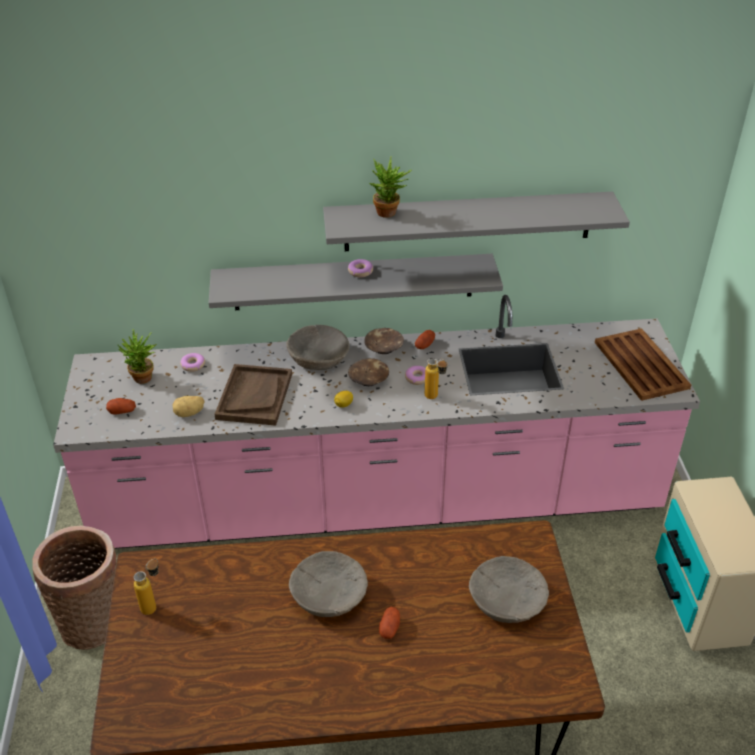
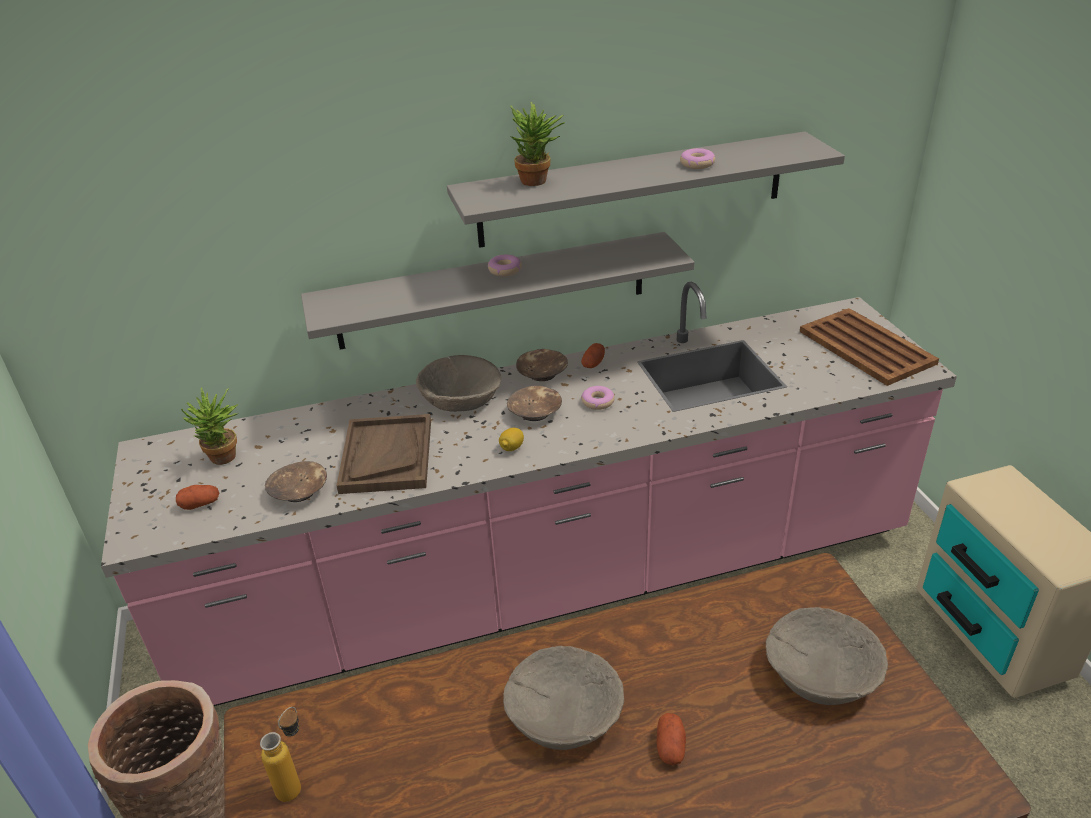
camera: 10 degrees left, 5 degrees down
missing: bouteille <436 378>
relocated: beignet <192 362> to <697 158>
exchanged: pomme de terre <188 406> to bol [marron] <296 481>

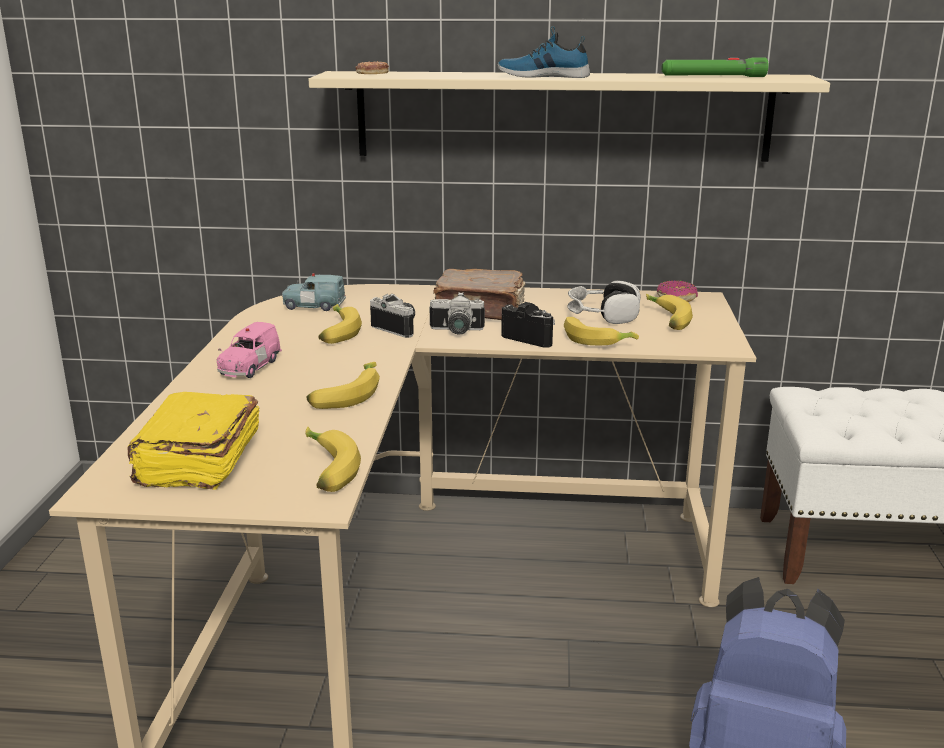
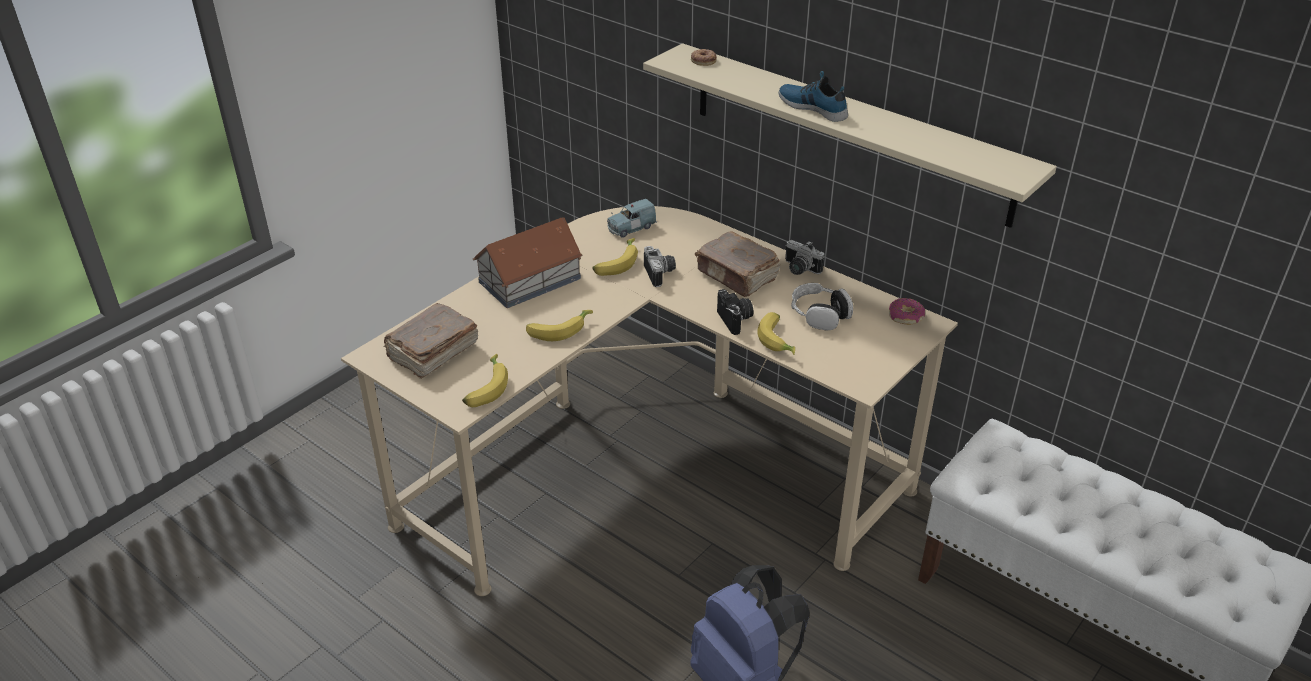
camera: 35 degrees right, 15 degrees up
missing: banane <669 311>; lampe de poche [vert] <715 67>
relocated: appareil photo <457 313> to <805 257>
exchanged: petite voiture [rose] <249 350> to maison miniature <528 262>
colour: livre [jaune] <193 441> to livre [marron] <431 341>
spun: petite voiture [bleu] <314 292> = <632 218> 75 degrees counterclockwise

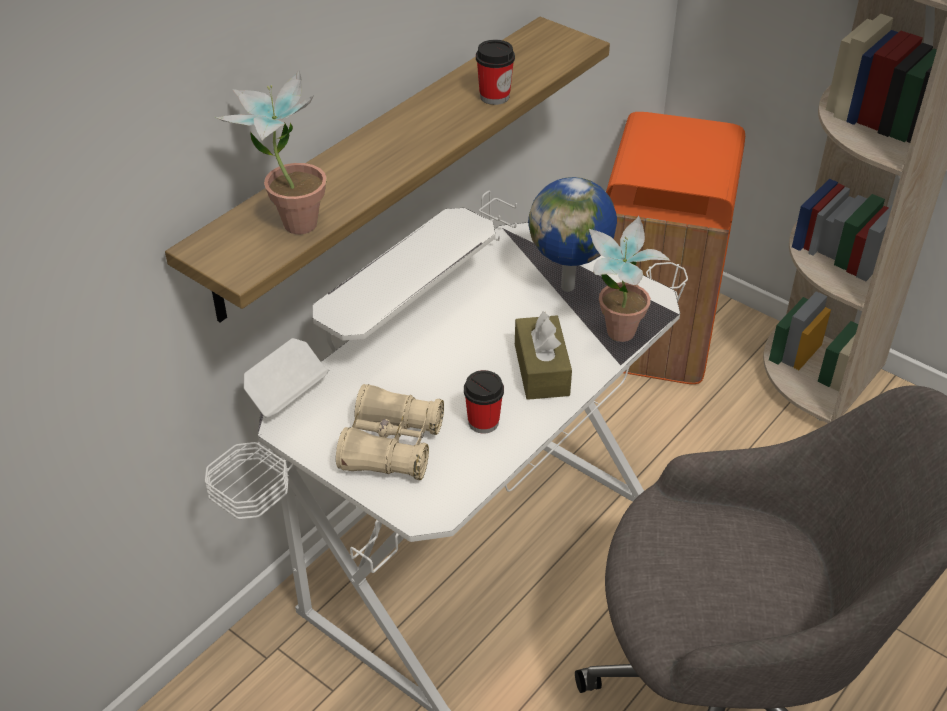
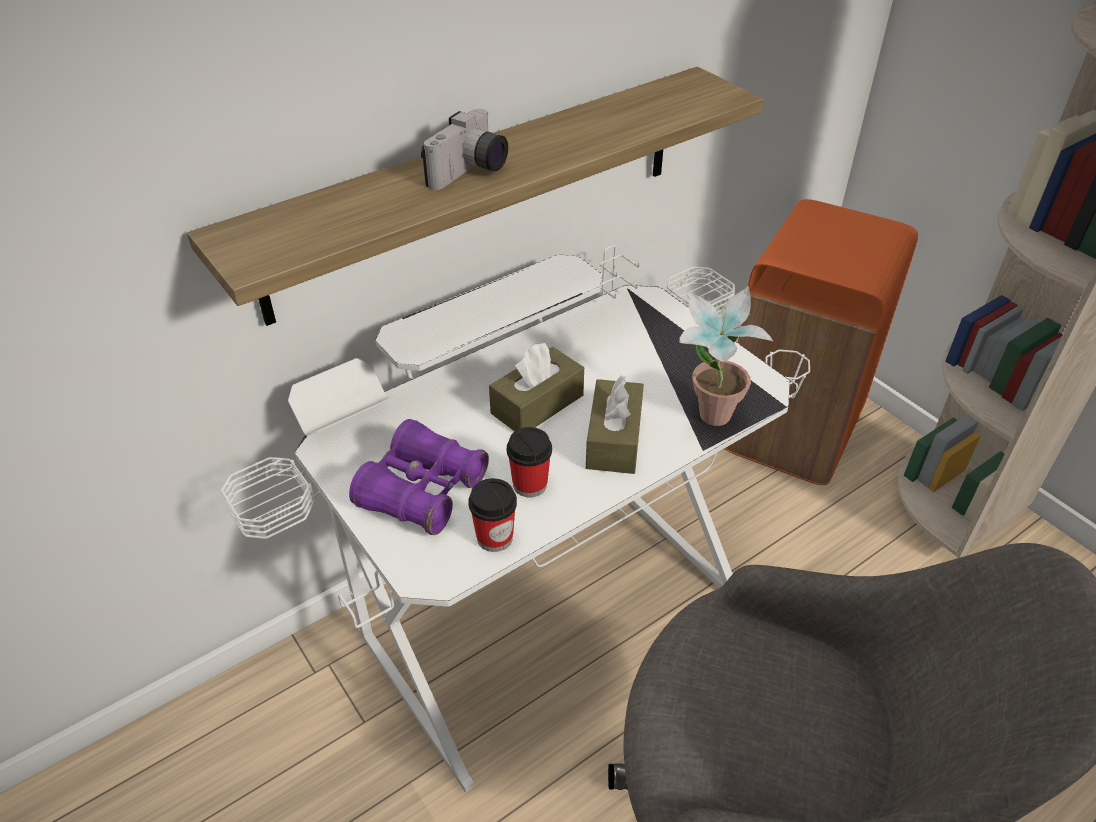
camera: 15 degrees right, 0 degrees up
missing: plante en pot <271 152>; globe <572 234>
appeared: appareil photo <464 149>; boîte à mouchoirs [marron] <536 387>
relocated: tasse <495 72> to <492 515>
colour: jumelles [beige] <390 432> to jumelles [violet] <419 477>

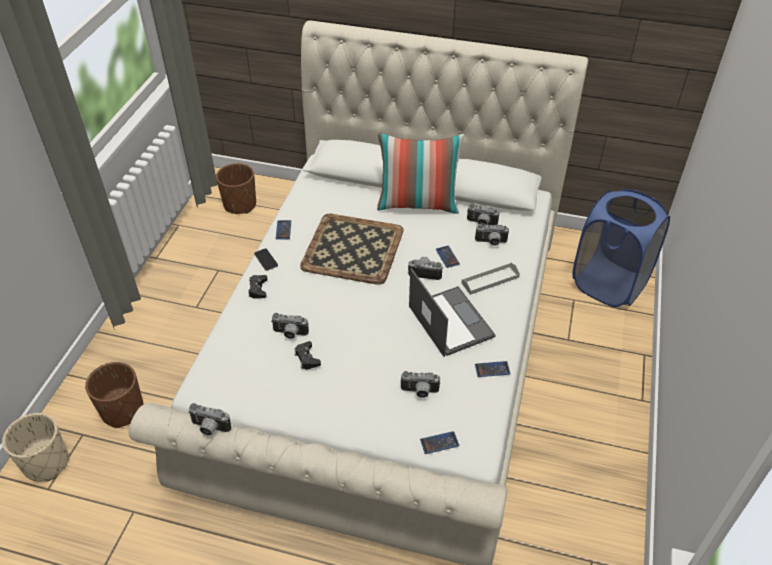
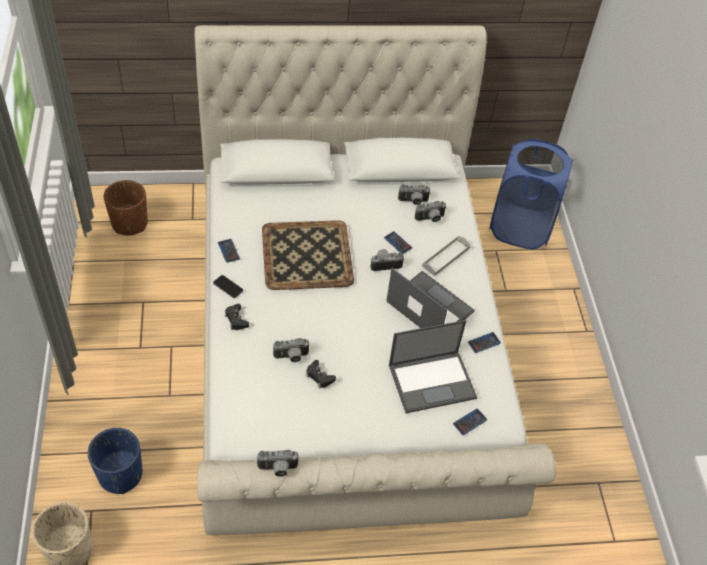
camera: 25 degrees left, 5 degrees up
missing: coussin <420 173>
exchanged: appareil photo <420 384> to ordinateur portable <433 366>
colour: cache-pot [marron] <114 395> to cache-pot [bleu] <115 461>

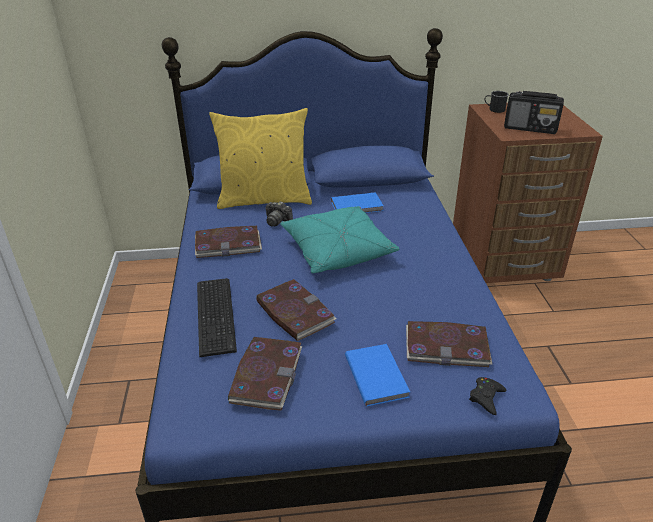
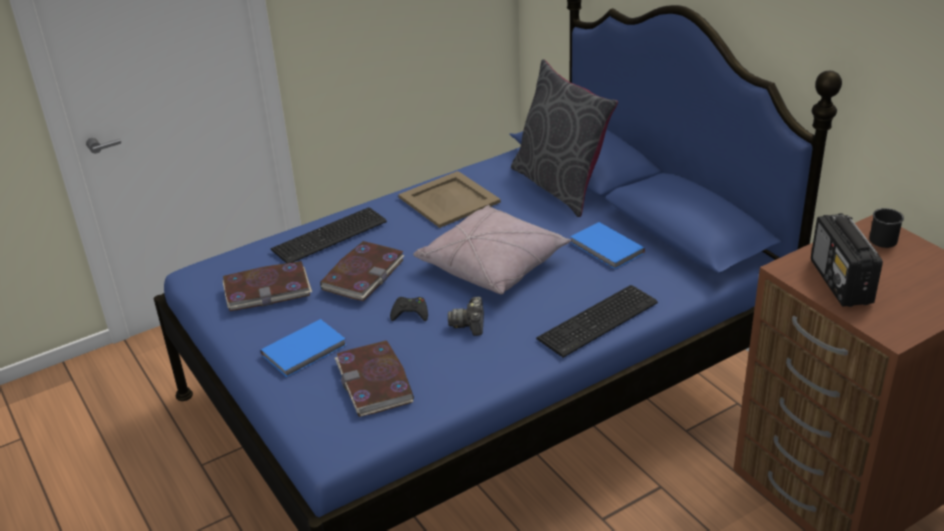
camera: 65 degrees right, 0 degrees up
appeared: clavier <597 321>
relocated: manette [noir] <487 396> to <409 309>; appareil photo <279 214> to <466 316>
exchanged: livre <228 242> to plateau [beige] <449 199>
colour: coussin [turquoise] <339 239> to coussin [violet] <492 249>; coussin [jaune] <260 158> to coussin [gris] <564 138>

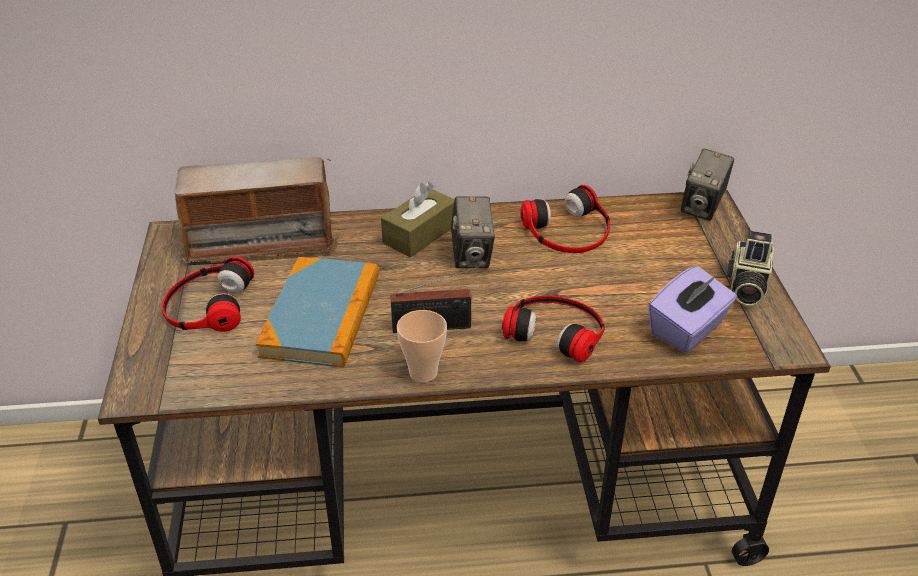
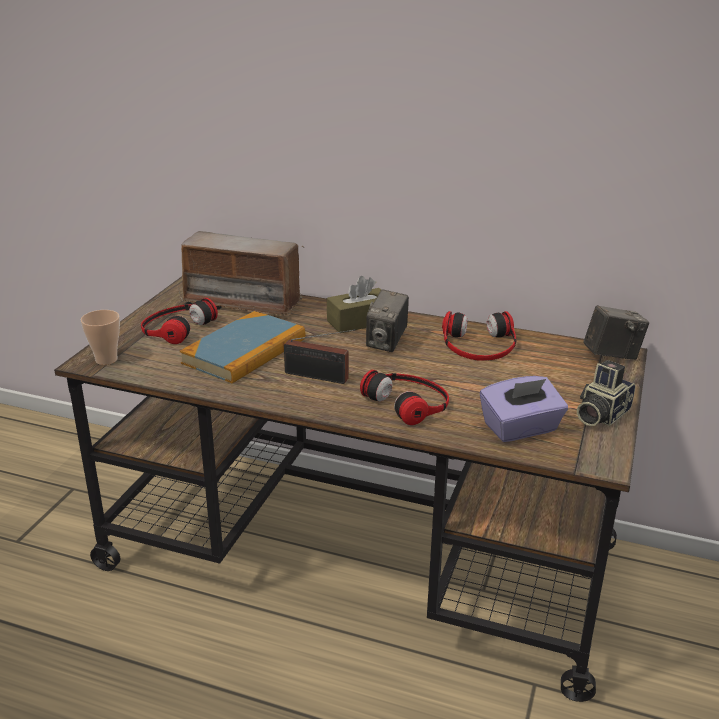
camera: 25 degrees right, 10 degrees down
relocated: tasse <422 346> to <100 337>
spun: appareil photo <707 184> = <616 332> 150 degrees counterclockwise

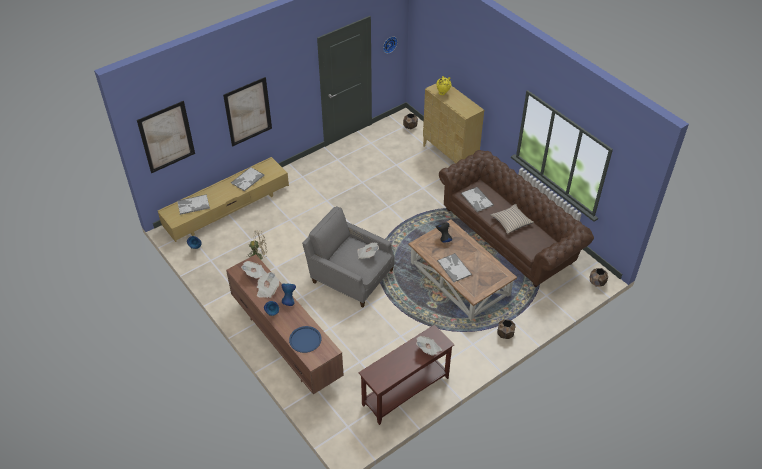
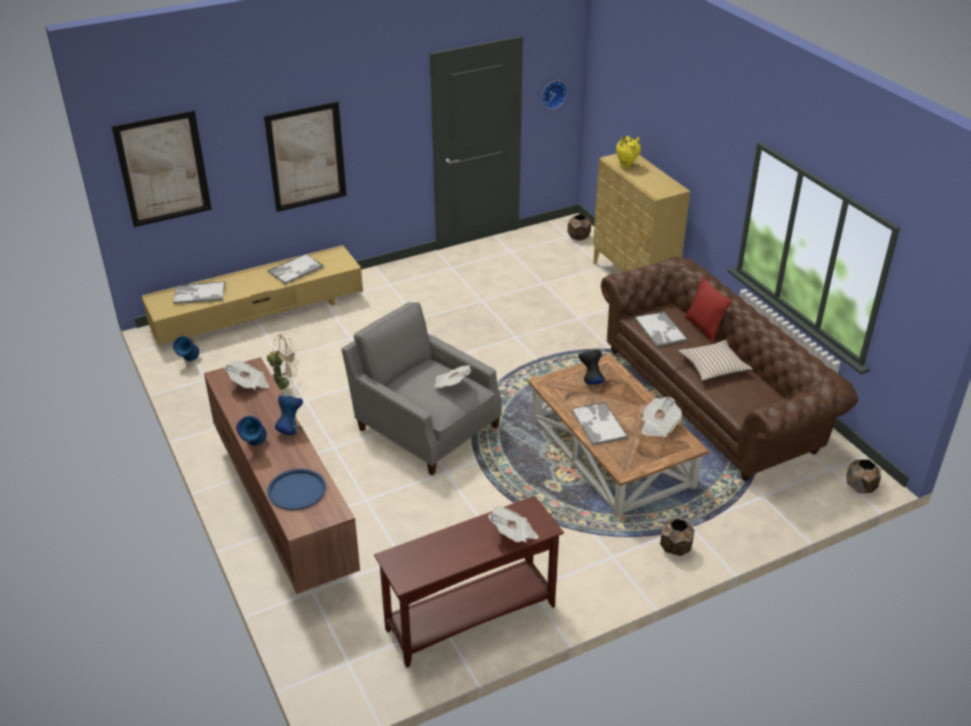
camera: 10 degrees right, 10 degrees down
appeared: coussin [rouge] <708 310>
relocated: journal <268 285> to <662 417>

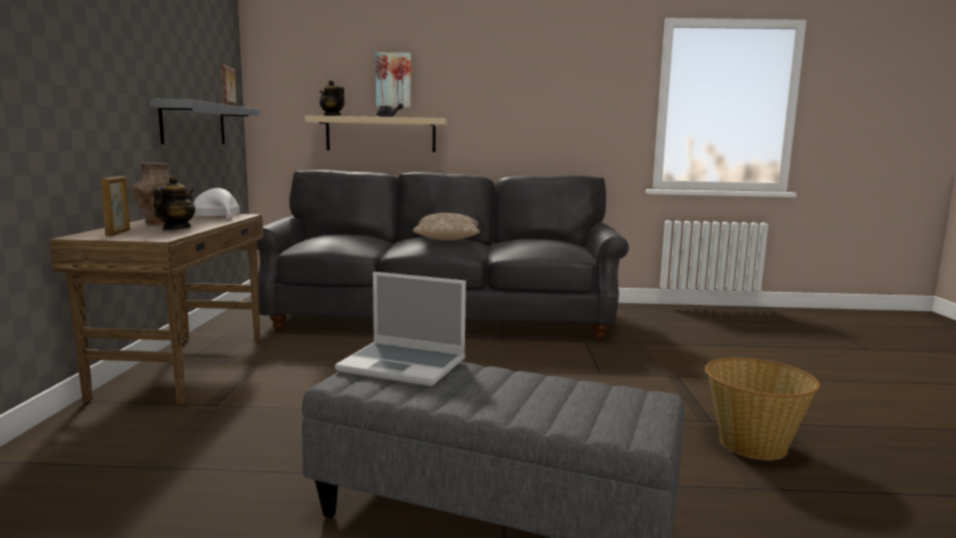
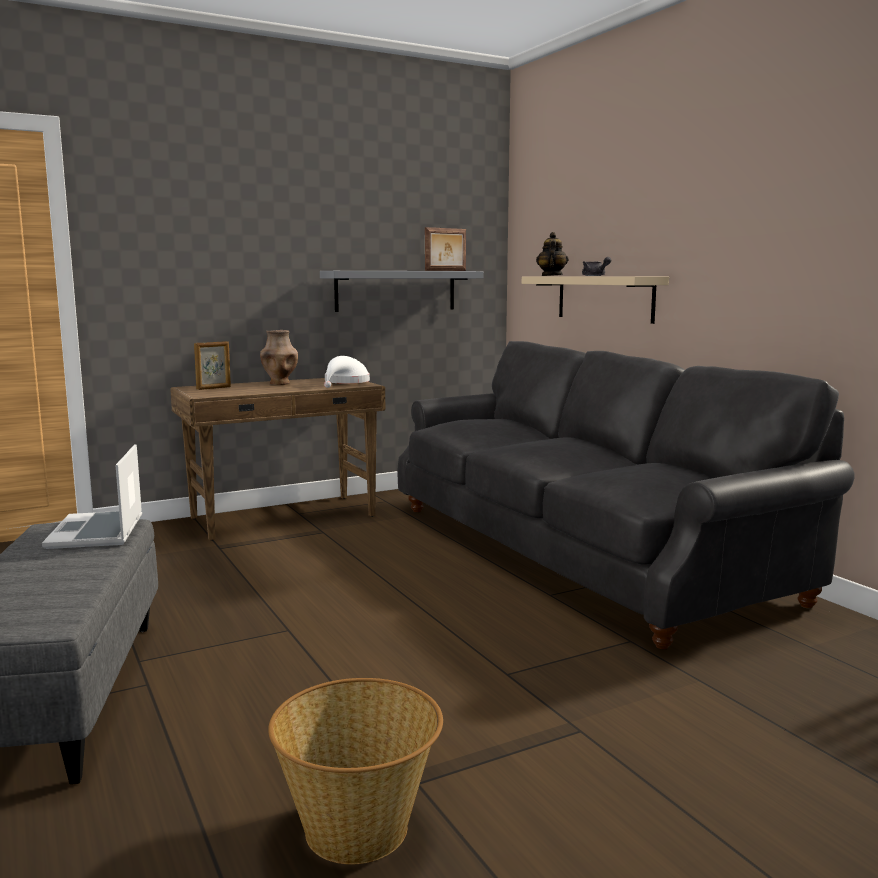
camera: 60 degrees right, 0 degrees up
missing: théière <174 203>; tableau <393 80>; coussin <446 226>

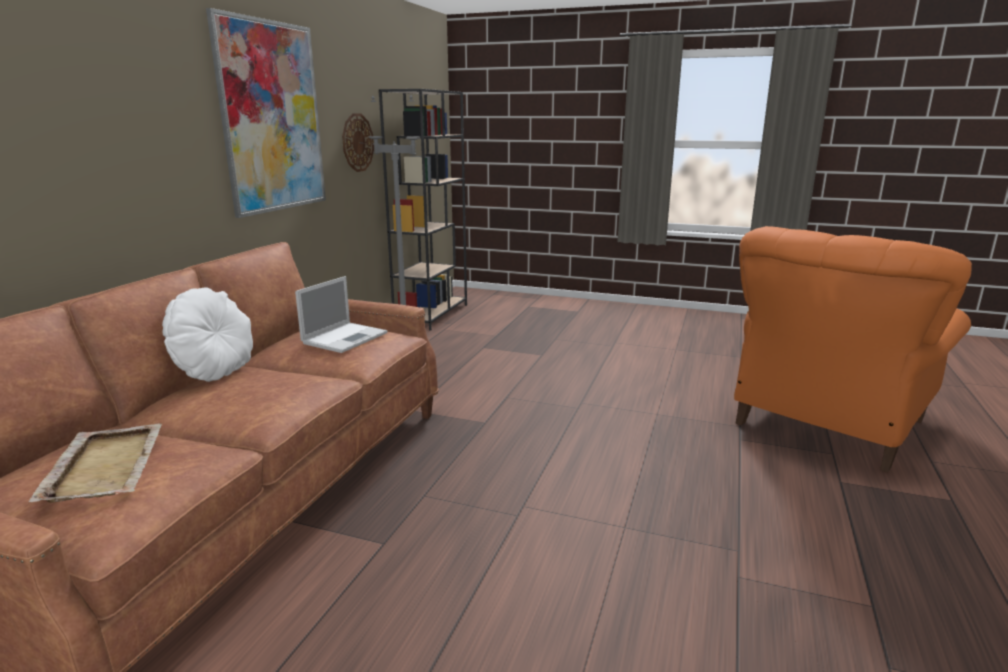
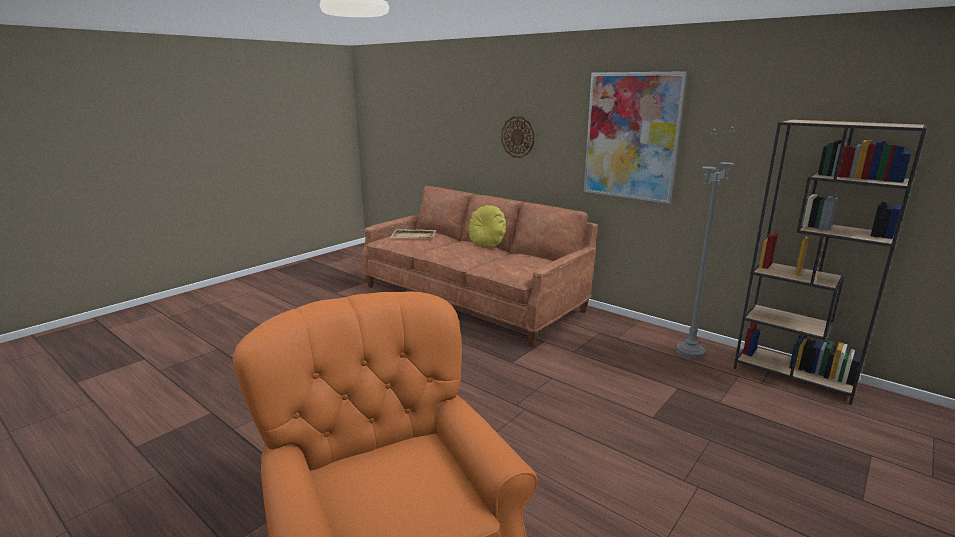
camera: 110 degrees right, 0 degrees up
missing: ordinateur portable <341 314>
relocated: horloge murale <358 142> to <518 137>
colour: coussin [blanc] <207 334> to coussin [jaune] <487 226>

